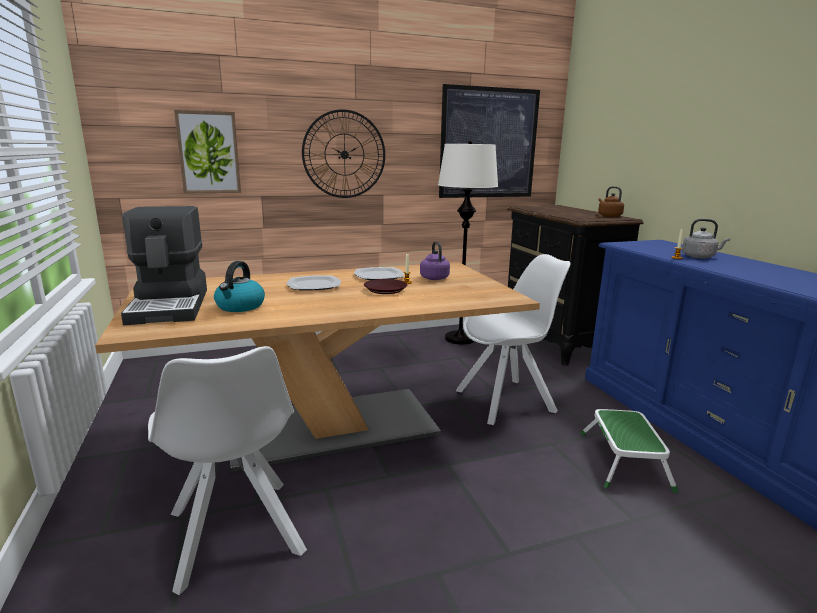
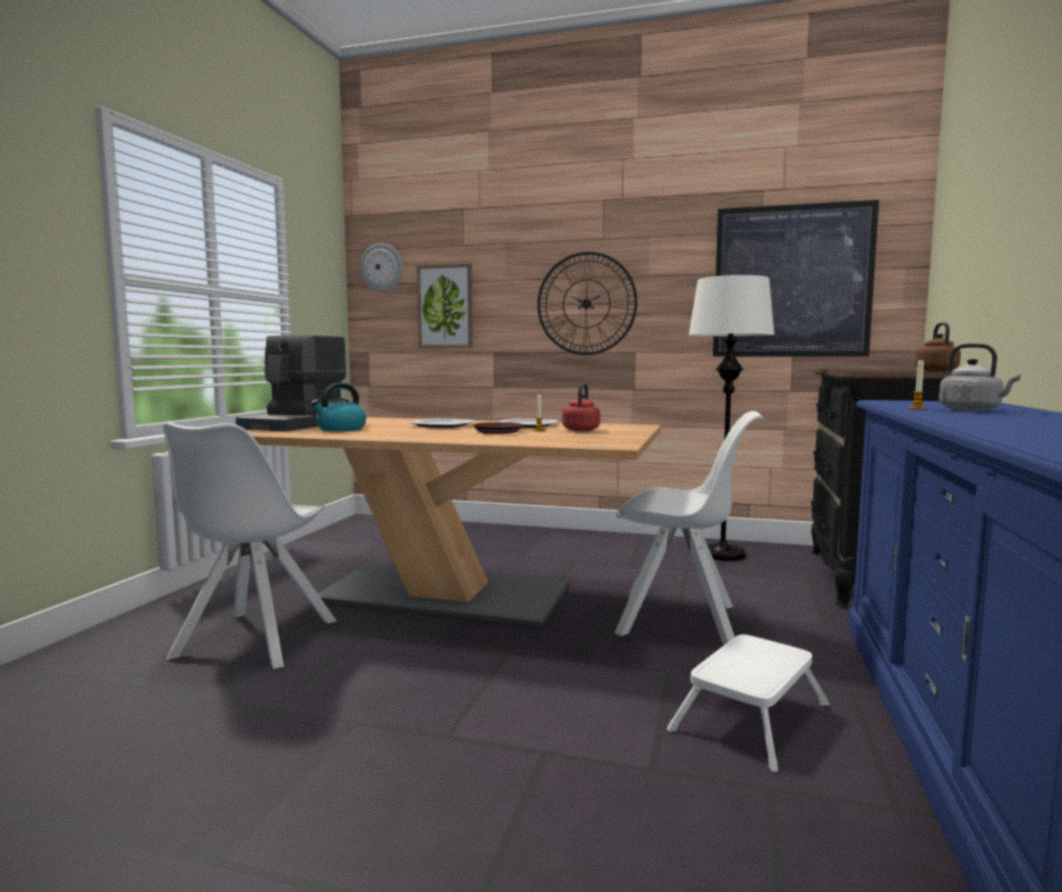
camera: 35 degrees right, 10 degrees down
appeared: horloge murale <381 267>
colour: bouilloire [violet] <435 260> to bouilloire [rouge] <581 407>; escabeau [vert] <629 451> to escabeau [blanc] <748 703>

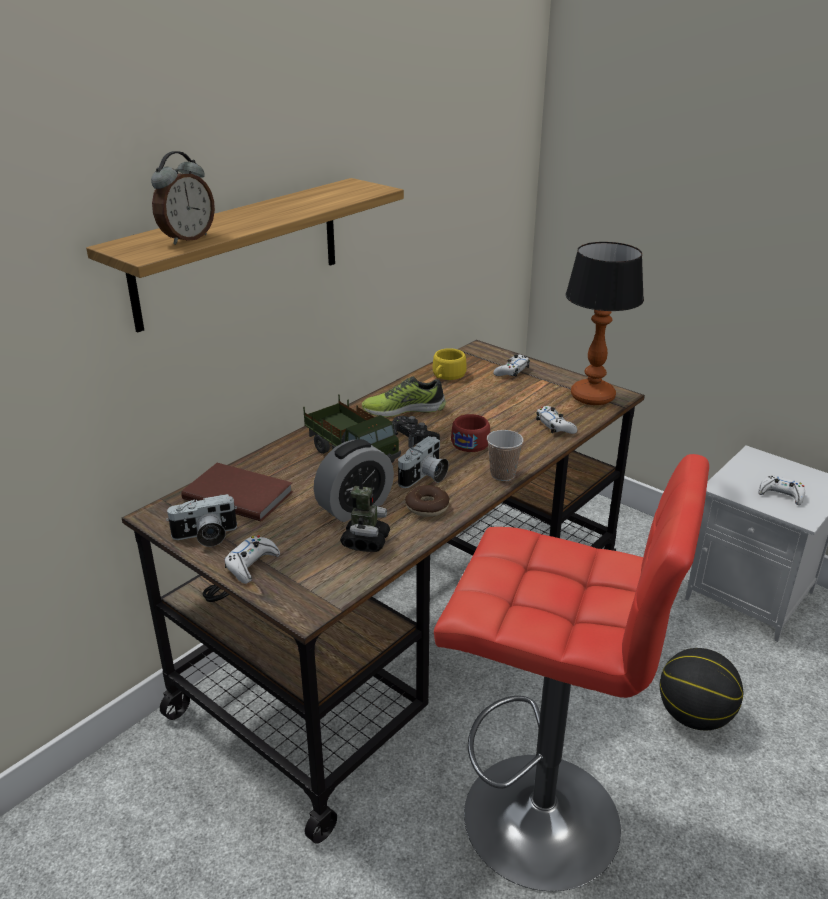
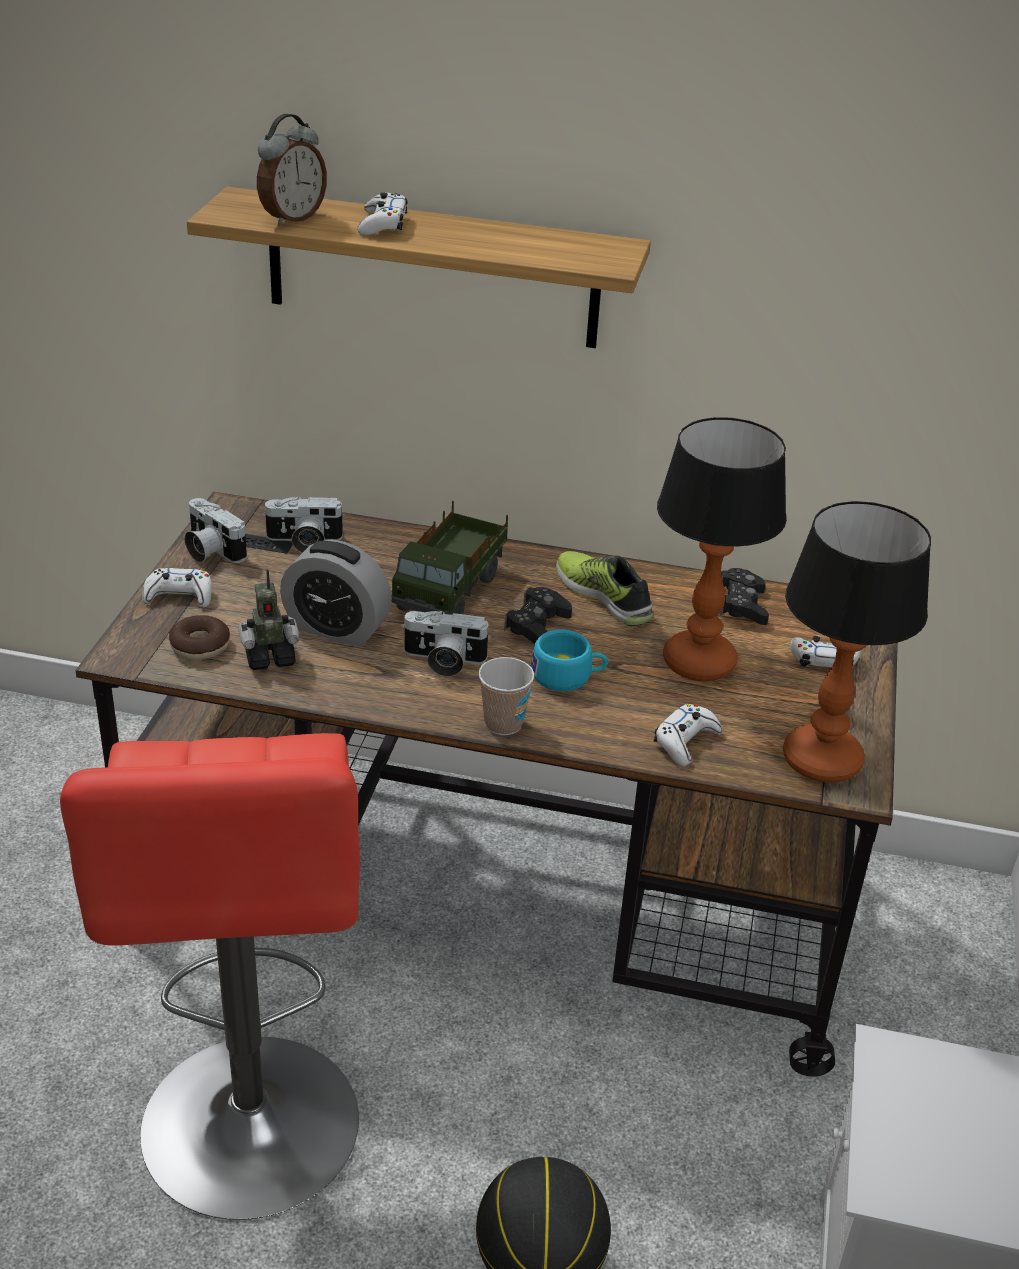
camera: 60 degrees right, 5 degrees up
appeared: lampe de table <722 549>
relocated: beignet <427 501> to <199 637>; manette [blanc] <781 490> to <382 214>
exchanged: livre [marron] <237 492> to appareil photo <303 525>; tasse [jaune] <449 364> to manette [noir] <744 596>
colour: tasse [rouge] <470 433> to tasse [turquoise] <569 660>
spun: réveil <183 198> = <292 170> 60 degrees counterclockwise

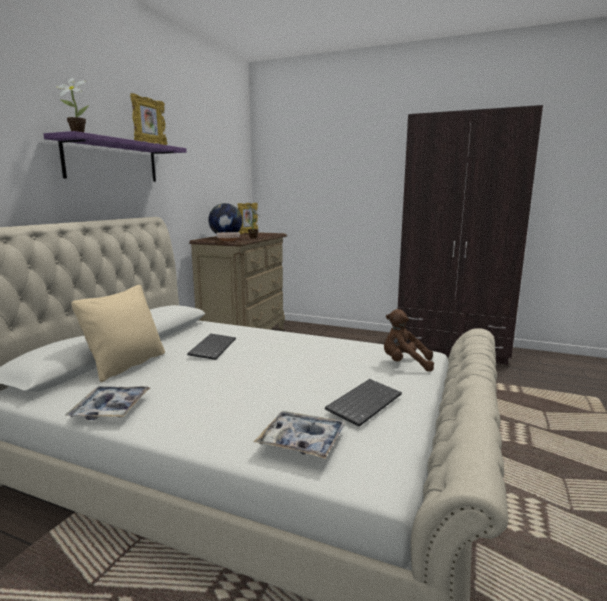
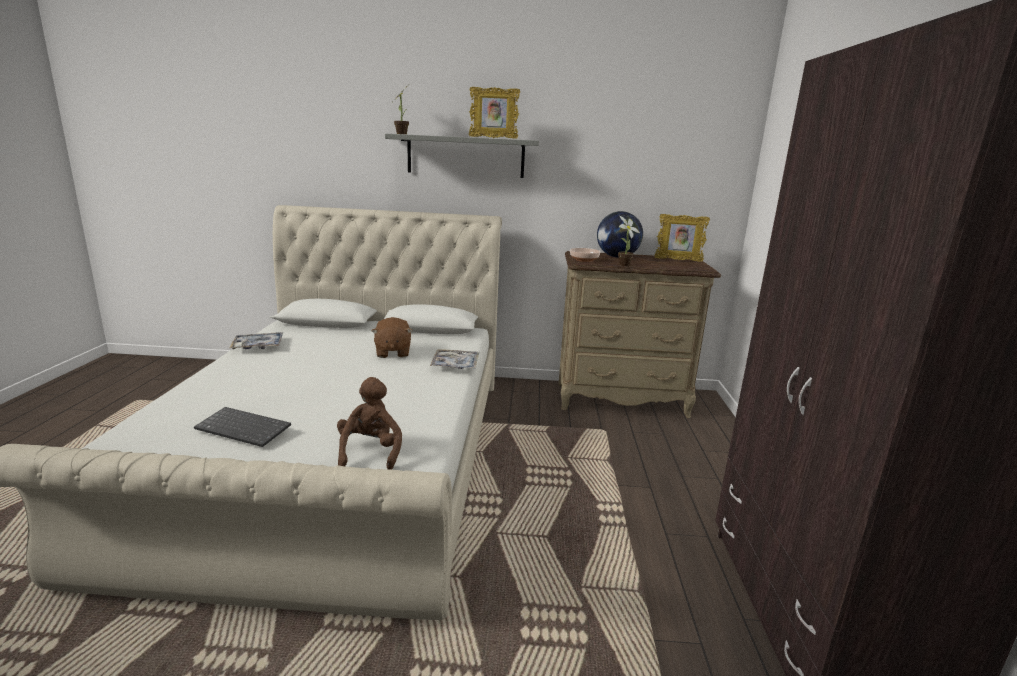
camera: 70 degrees right, 5 degrees up
missing: coussin [beige] <118 333>
relocated: plateau <300 435> to <454 359>
exchanged: clavier <211 347> to peluche [marron] <392 337>
colour: étagère [violet] <115 156> to étagère [gris] <462 156>

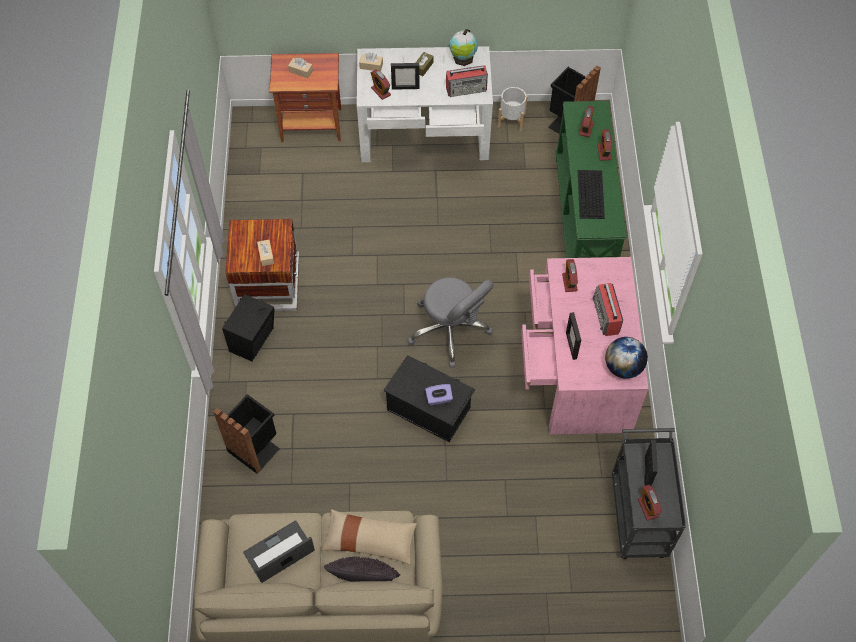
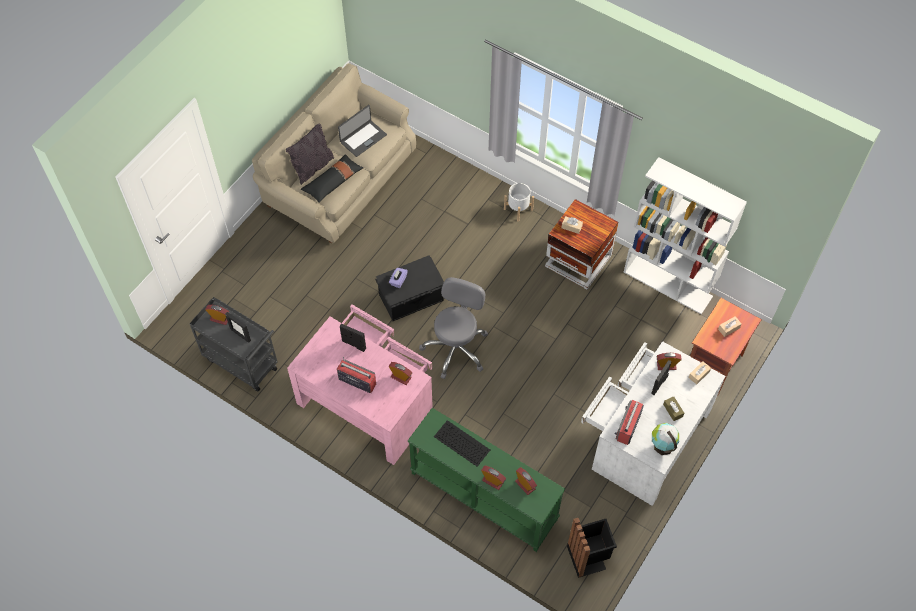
camera: 125 degrees right, 0 degrees up
missing: poubelle [noir] <246 434>; enceinte [noir] <248 328>; globe <626 358>
appeared: bibliothèque [blanc] <685 235>
relocated: cache-pot [blanc] <513 109> to <519 202>
colour: coussin [beige] <369 537> to coussin [noir] <332 178>
spun: ordinateur portable <279 551> = <362 131> 45 degrees clockwise; chaise de bureau [gris] <450 322> = <453 328> 120 degrees clockwise

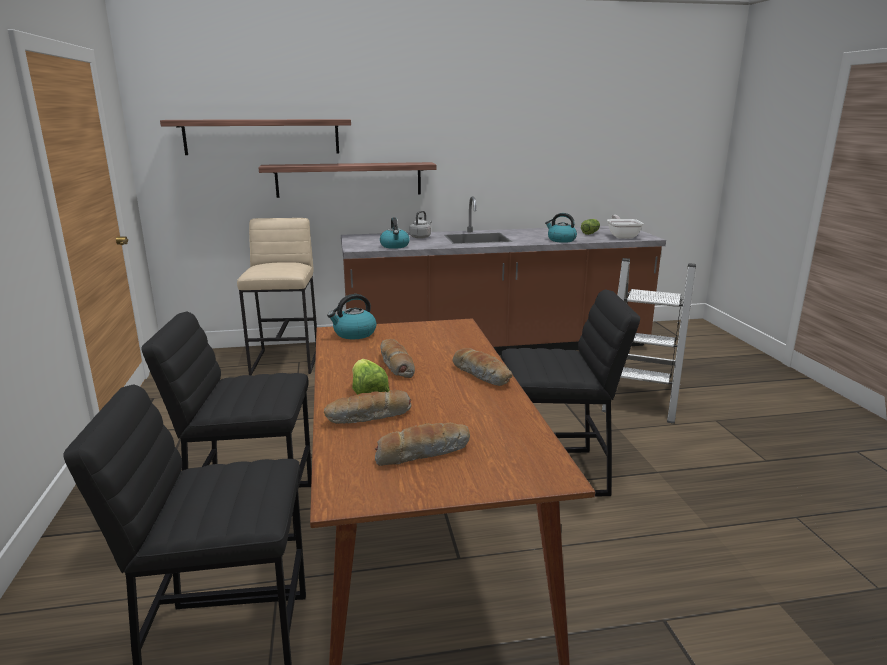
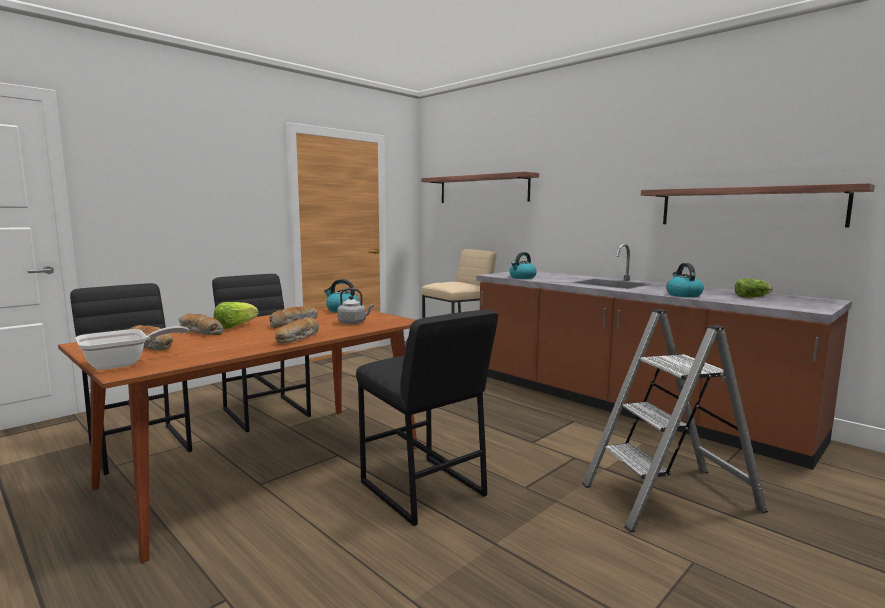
camera: 55 degrees right, 10 degrees down
relocated: poêle <625 227> to <132 348>; bouilloire [gris] <421 225> to <355 306>; étagère <347 180> to <758 205>

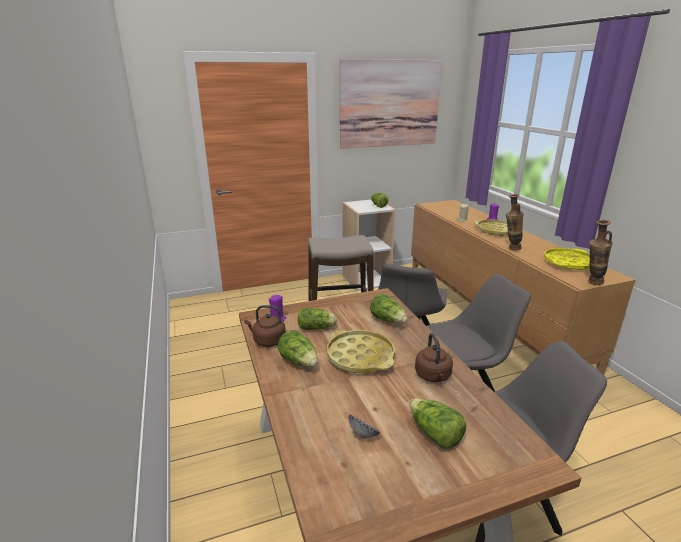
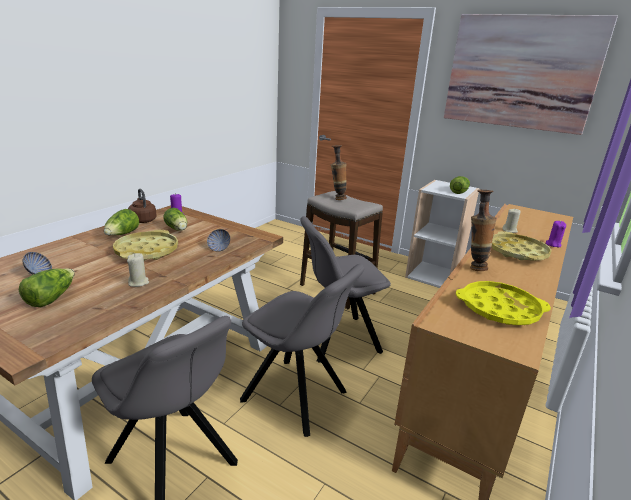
camera: 50 degrees right, 0 degrees up
relocated: vase <600 252> to <339 172>
exchanged: bouilloire [marron] <434 357> to bougie [beige] <138 270>; laitue <389 308> to bol <218 240>

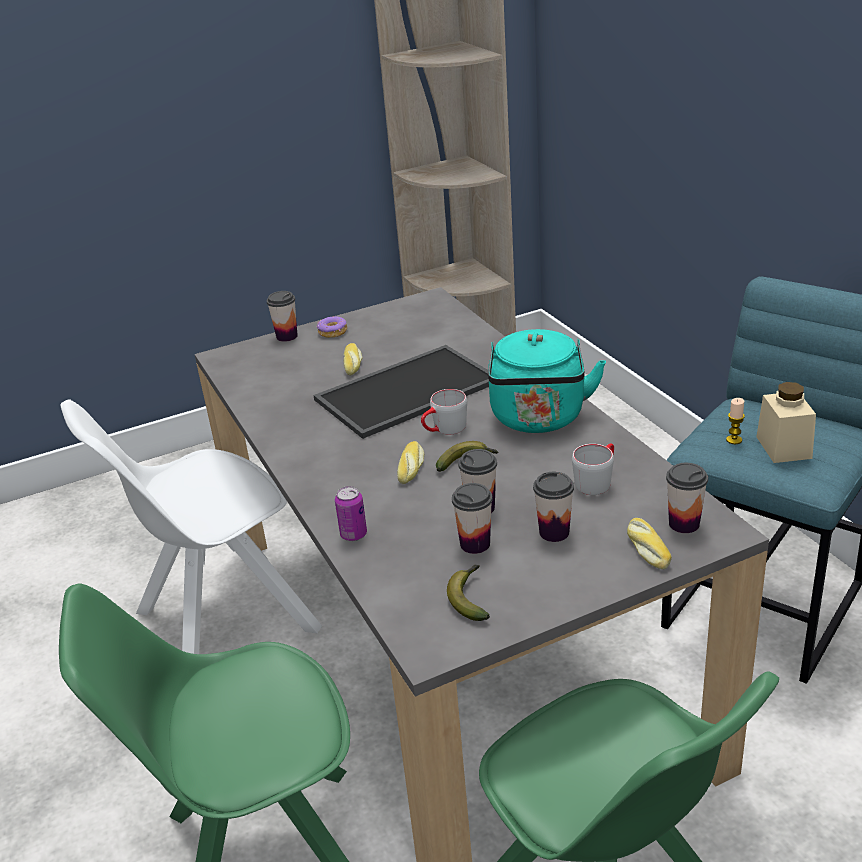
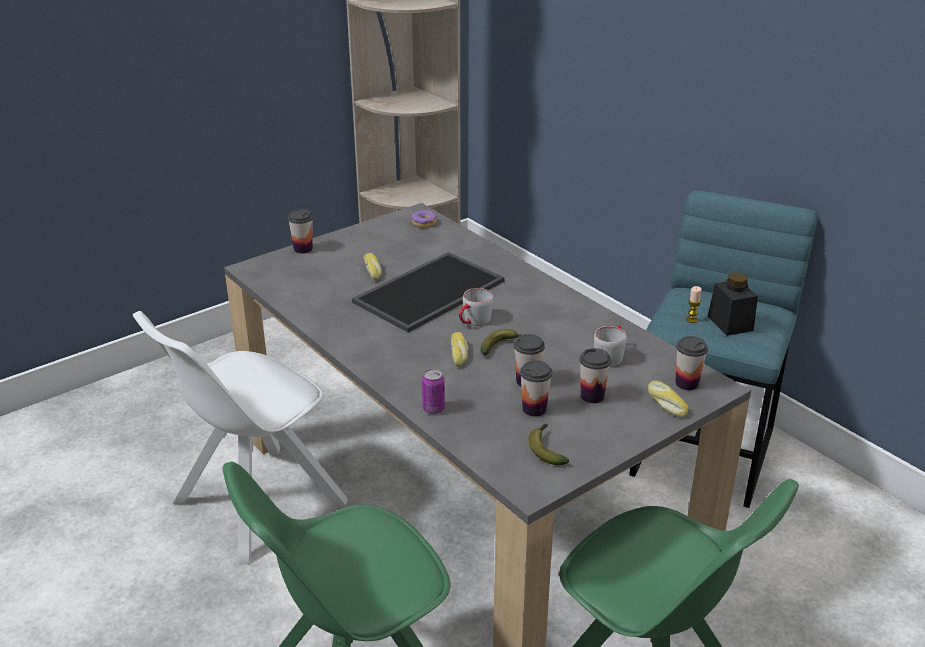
camera: 15 degrees left, 0 degrees up
missing: bouilloire [turquoise] <547 381>
relocated: beignet <332 327> to <424 219>
colour: bocal [beige] <786 422> to bocal [noir] <733 304>

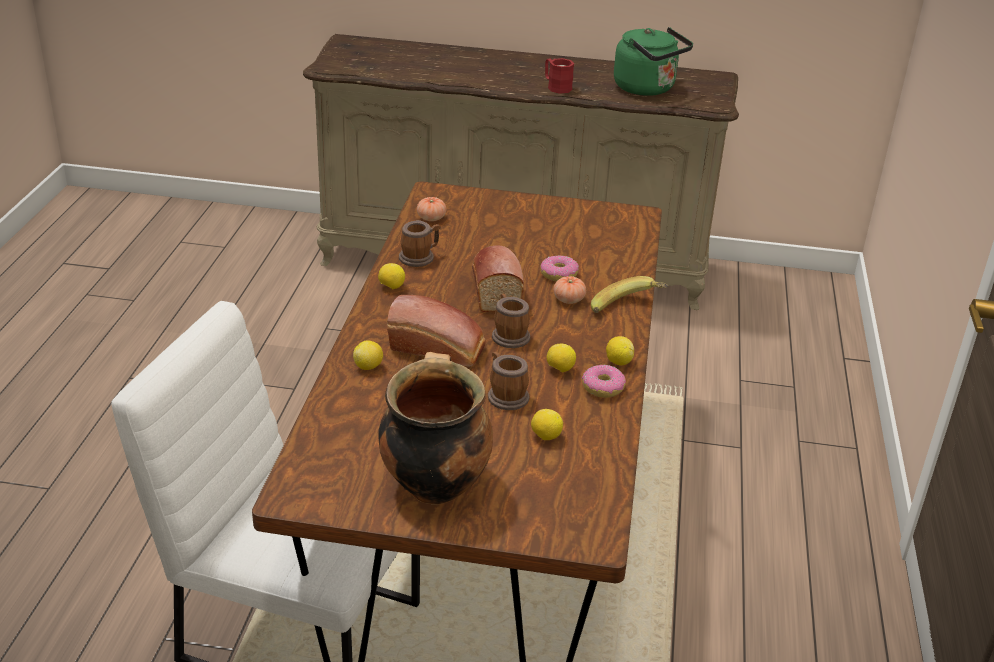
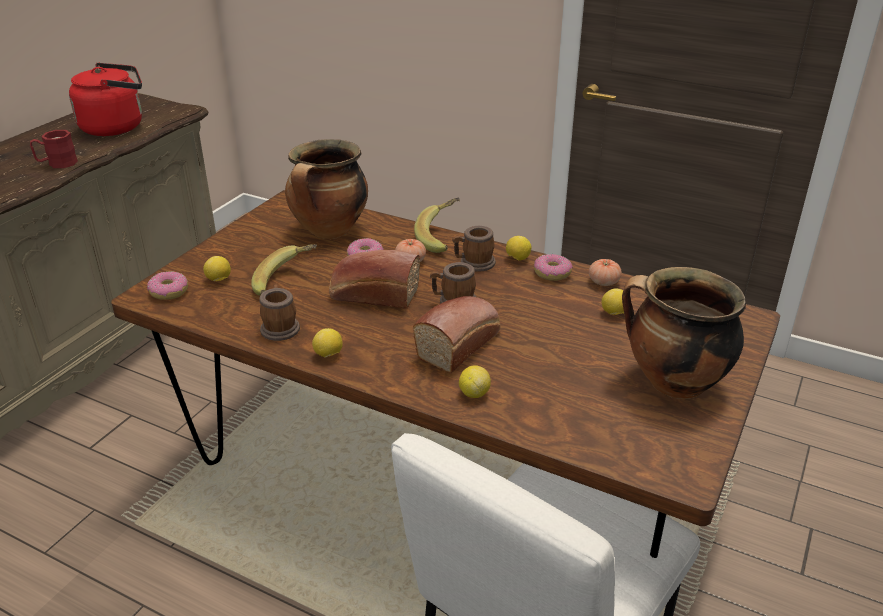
camera: 70 degrees left, 0 degrees up
appeared: beignet <167 286>; banane <284 270>; marmite <326 189>
relocated: citron <561 358> to <217 268>; mug <508 381> to <474 249>; tomate <431 209> to <605 272>
colour: bouilloire [vert] <653 61> to bouilloire [rouge] <105 99>

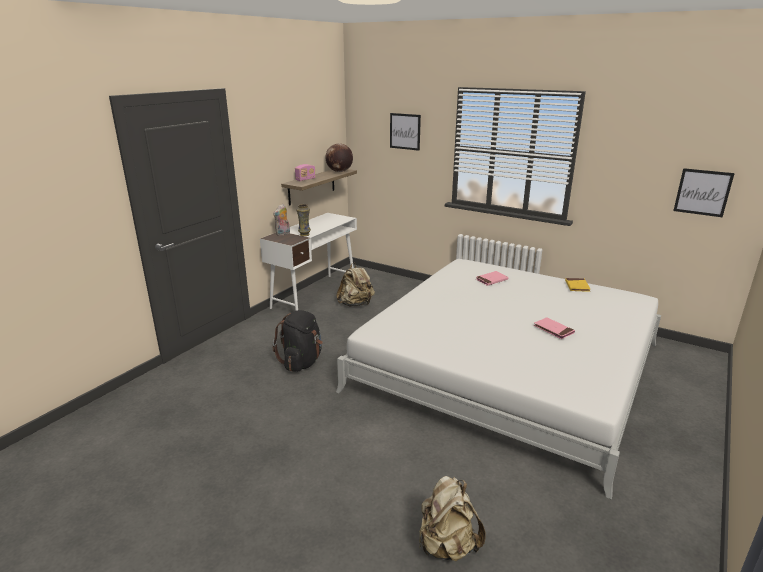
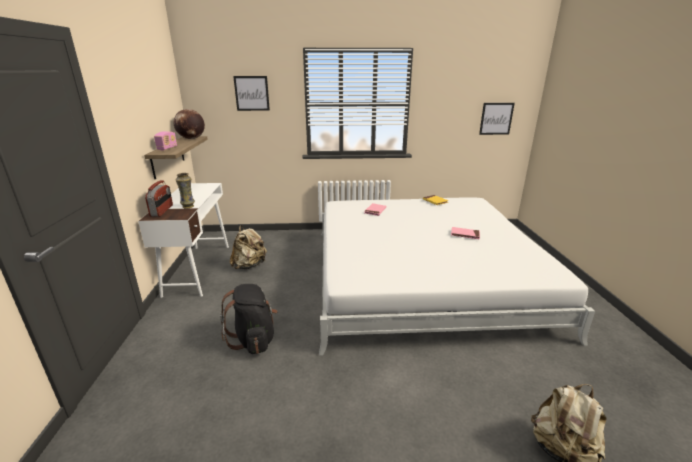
camera: 35 degrees left, 0 degrees up
exchanged: peluche <281 220> to radio <159 198>

